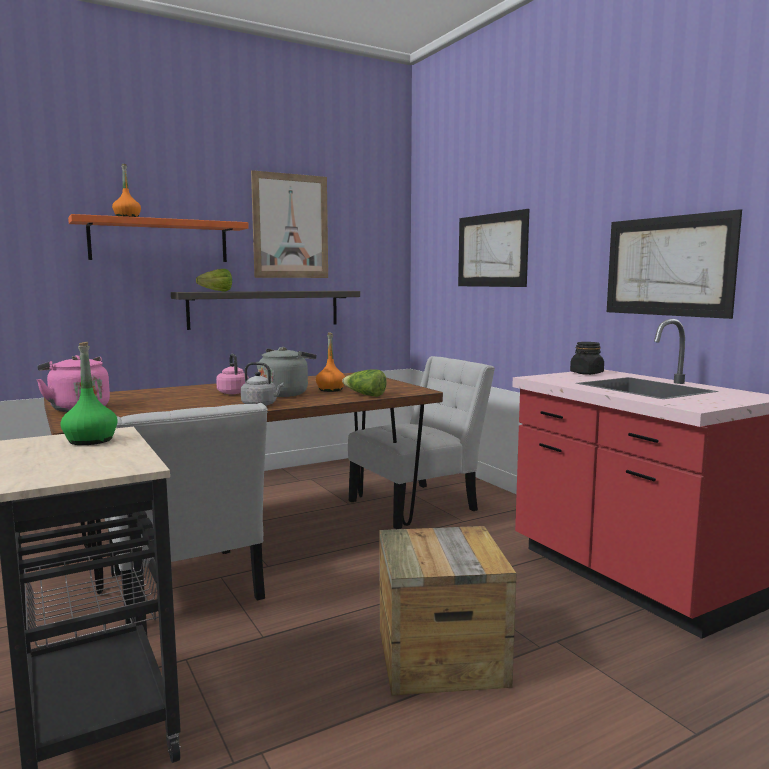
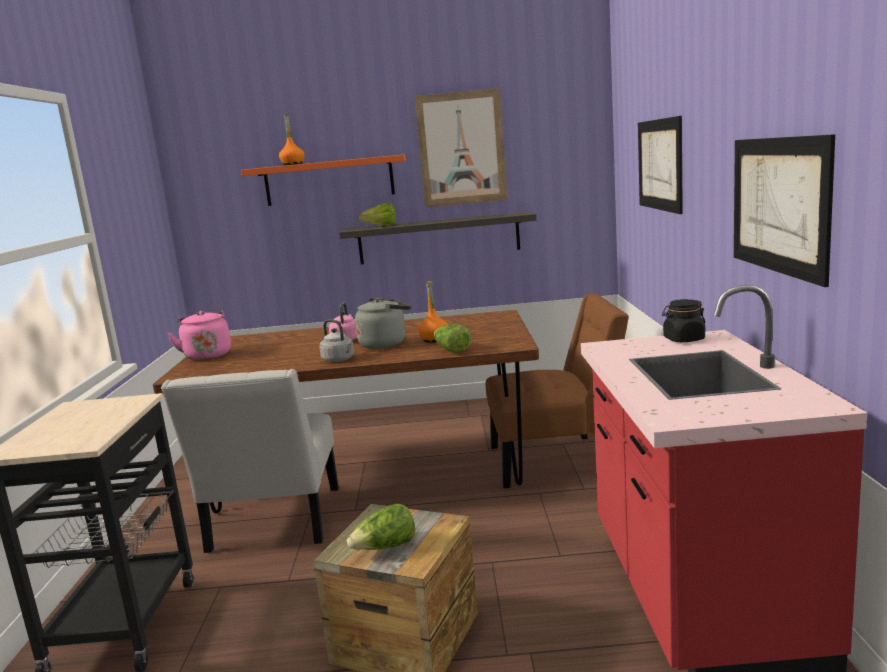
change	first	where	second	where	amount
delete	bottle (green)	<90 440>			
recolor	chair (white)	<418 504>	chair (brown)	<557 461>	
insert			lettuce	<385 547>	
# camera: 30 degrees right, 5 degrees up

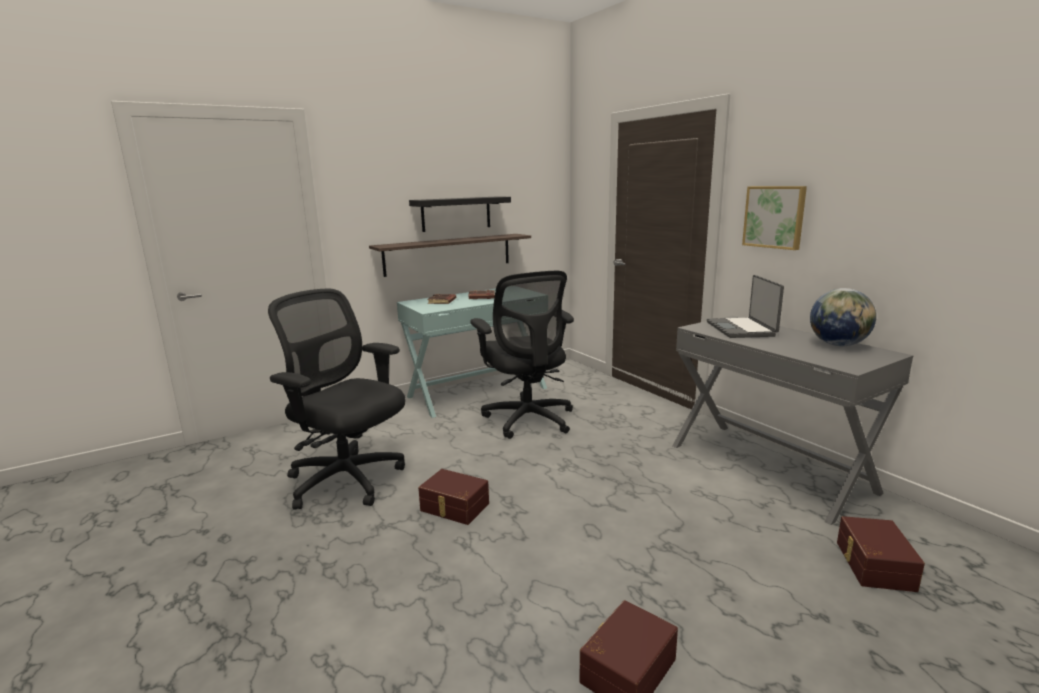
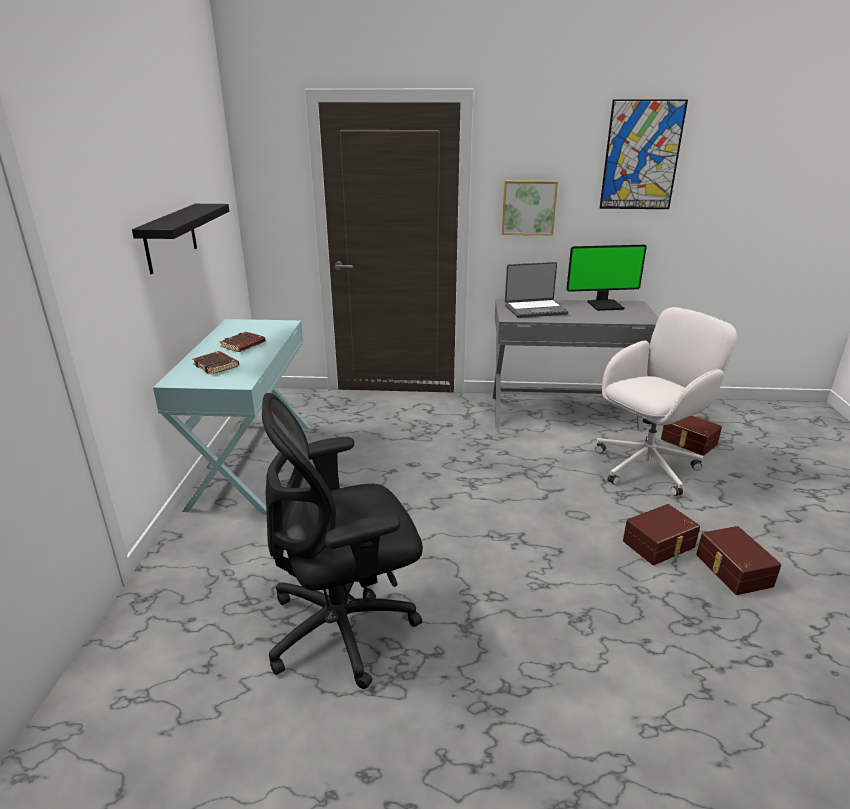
change	first	where	second	where	amount
delete	shelf	<448 254>			
move	storage box (brown)	<454 508>		<660 545>	
delete	office chair (black)	<525 417>			
rotate	laptop	<742 329>		<535 309>	45 degrees counterclockwise
replace	globe	<838 345>	monitor	<605 305>	
insert			office chair (white)	<646 467>	
insert			picture	<641 156>	
# camera: 55 degrees left, 10 degrees up

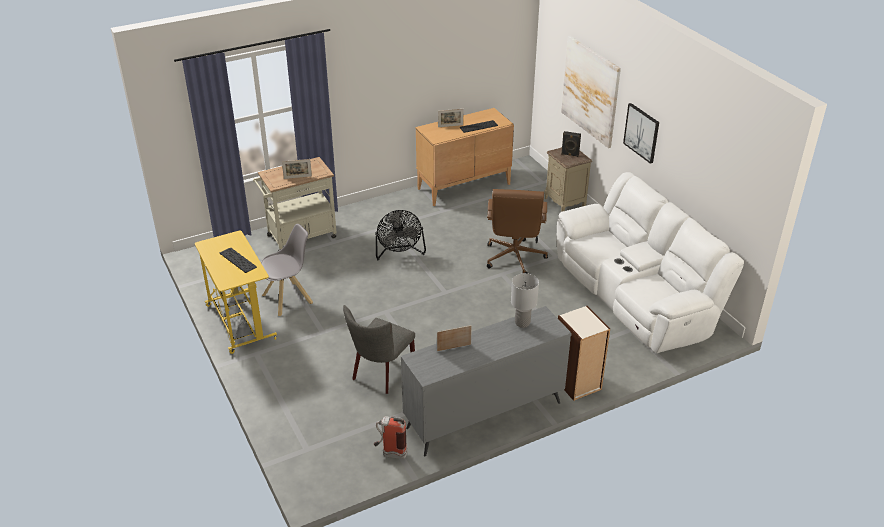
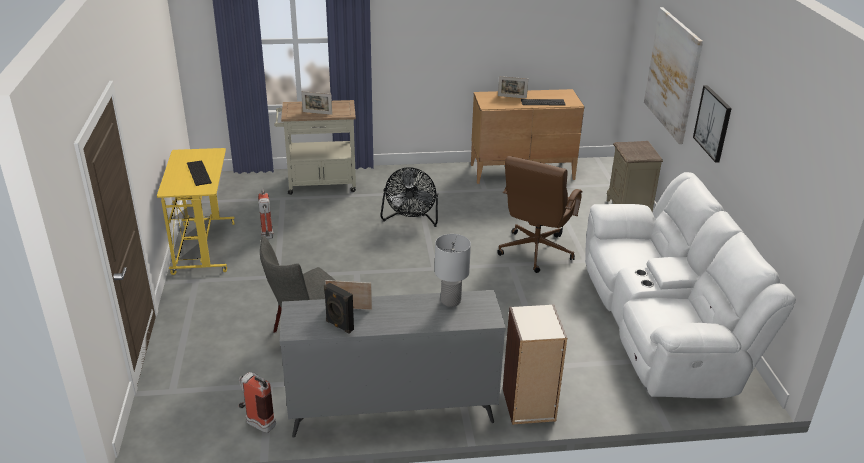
change	first	where	second	where	amount
replace	chair (grey)	<289 298>	fire extinguisher	<267 237>	
move	speaker (black)	<570 155>		<339 326>	
# camera: 20 degrees right, 5 degrees down

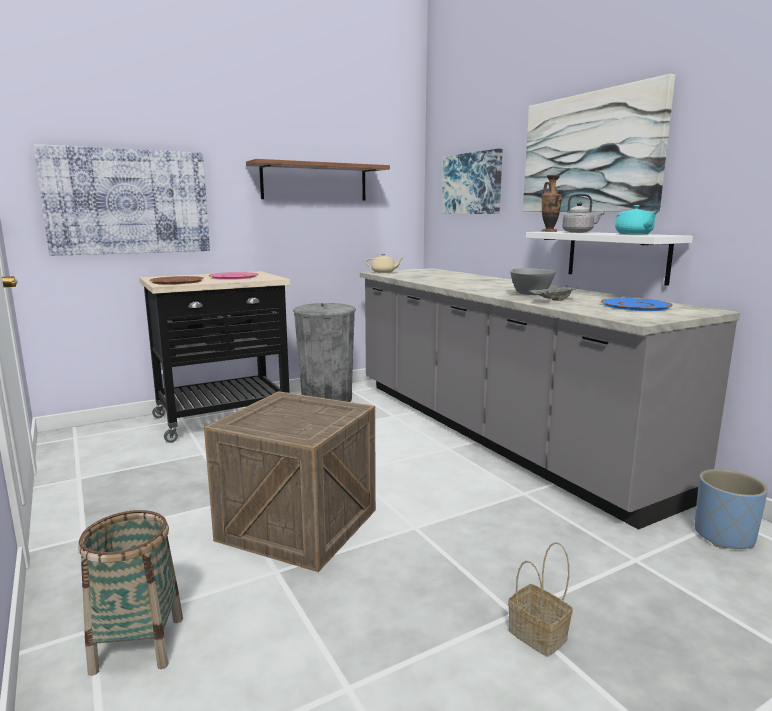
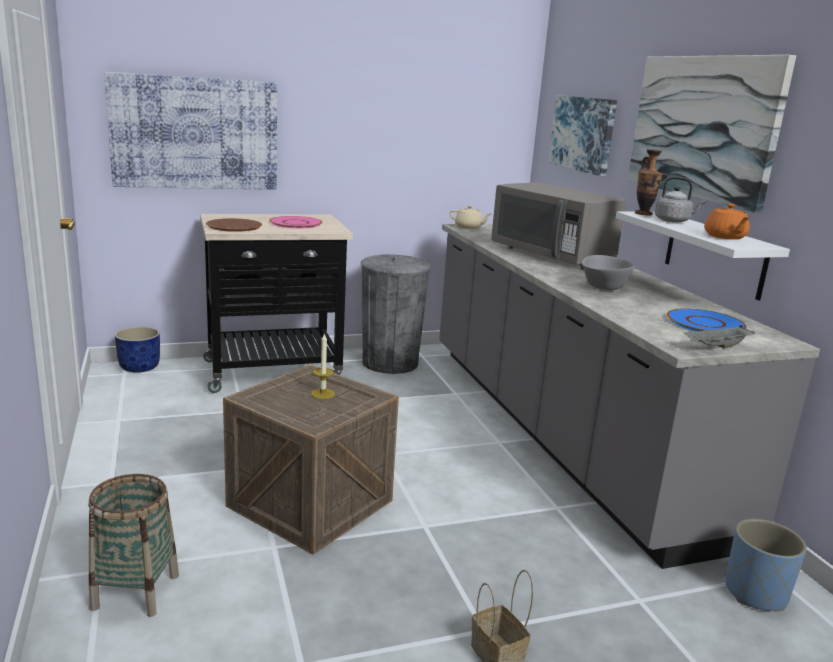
change	first	where	second	where	amount
delete	shelf	<314 182>			
move	tray (grey)	<553 301>		<717 347>	
recolor	teapot (turquoise)	<634 234>	teapot (orange)	<724 237>	
insert			planter (blue)	<140 367>	
insert			candle	<322 393>	
insert			microwave (grey)	<551 256>	
# camera: 10 degrees right, 5 degrees up

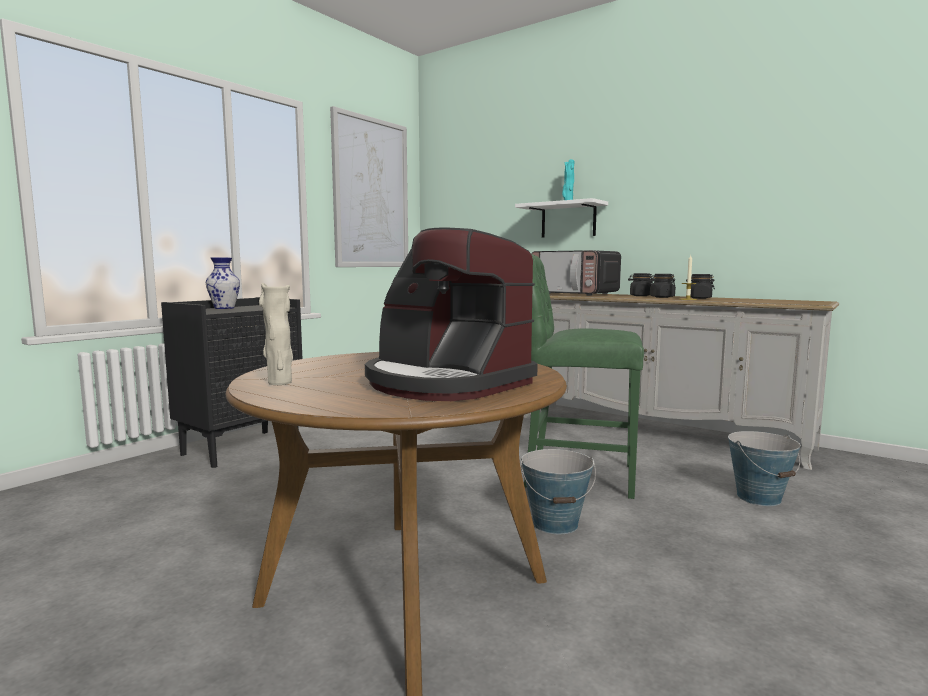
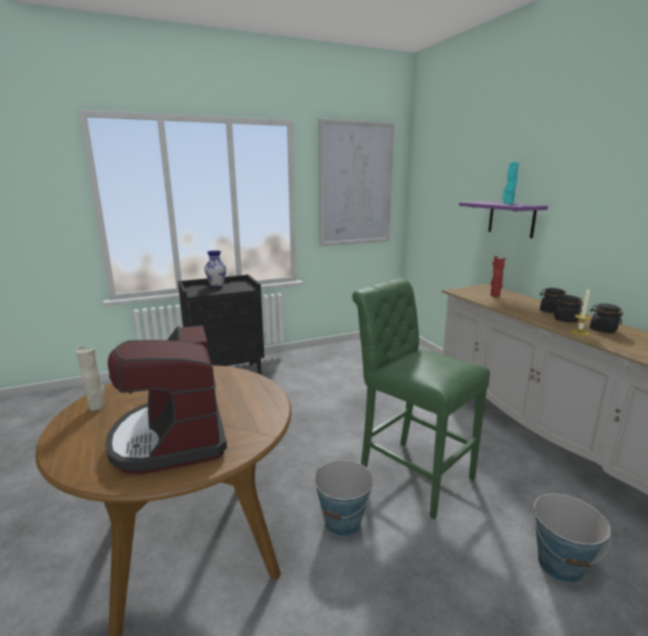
change	first	where	second	where	amount
recolor	shelf (white)	<568 220>	shelf (purple)	<511 219>	
replace	microwave	<575 294>	vase (red)	<495 295>	
# camera: 30 degrees right, 10 degrees up

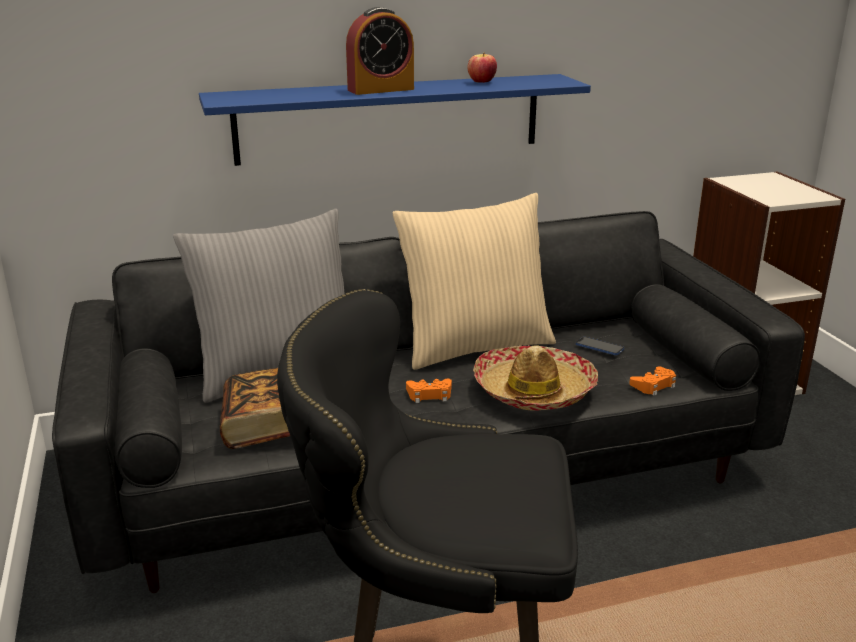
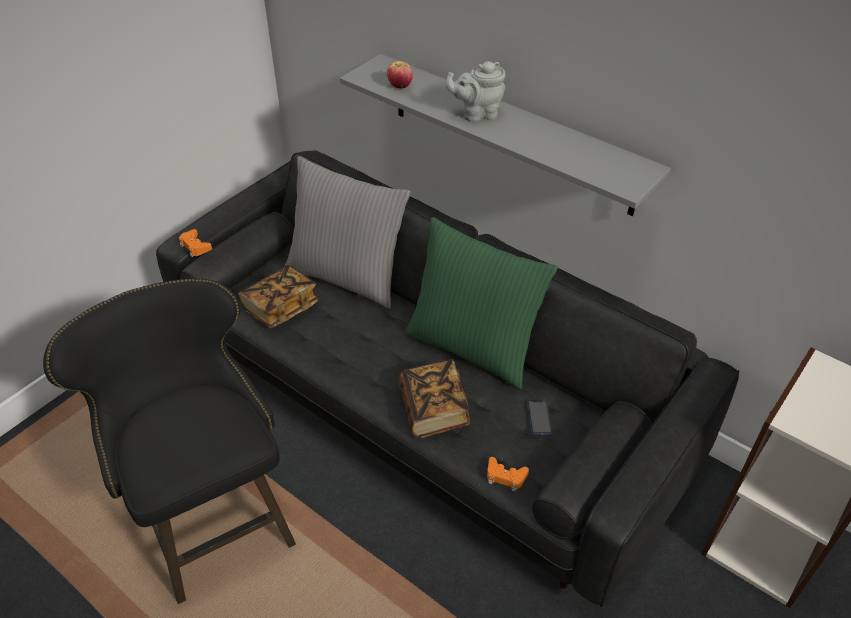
change	first	where	second	where	amount
recolor	shelf (blue)	<390 118>	shelf (grey)	<510 133>	
replace	alarm clock	<380 90>	teapot (grey)	<477 114>	
recolor	pillow (beige)	<475 345>	pillow (green)	<473 346>	
move	game controller (orange)	<429 395>		<195 246>	
move	apple	<481 82>		<400 86>	
replace	hat	<534 390>	book	<433 410>	
# camera: 55 degrees right, 20 degrees up

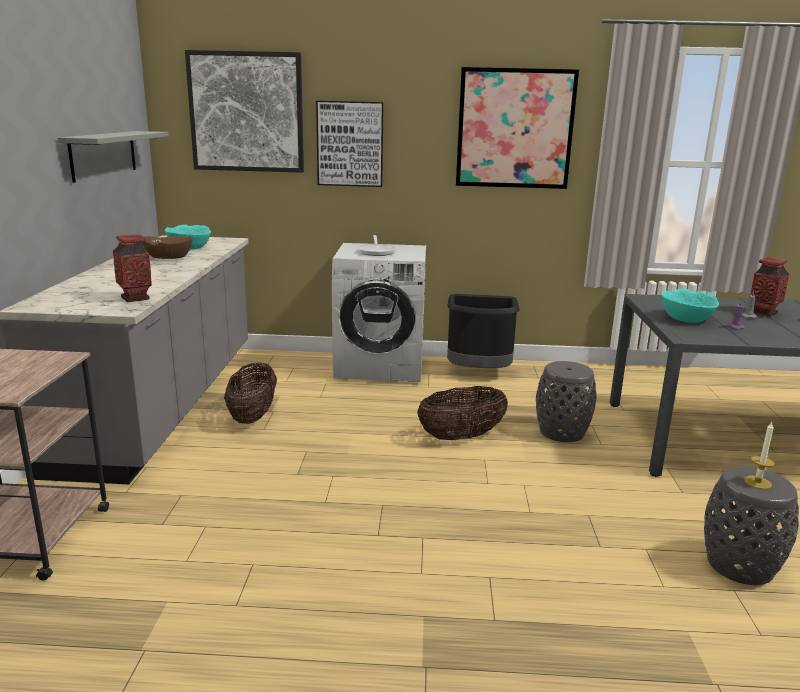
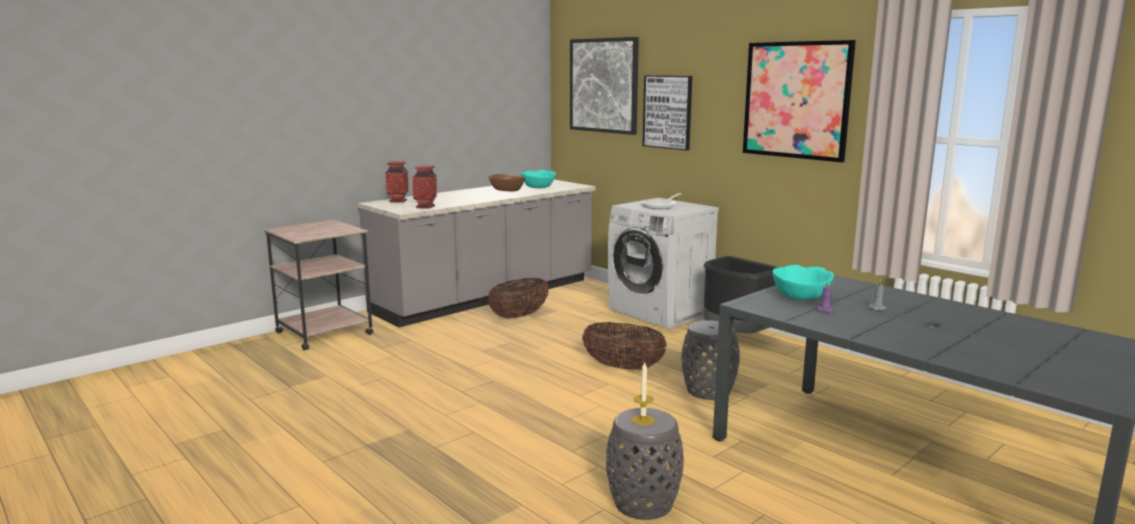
change	first	where	second	where	amount
delete	shelf (grey)	<104 154>			
move	vase	<763 313>		<398 201>	
# camera: 45 degrees right, 5 degrees down

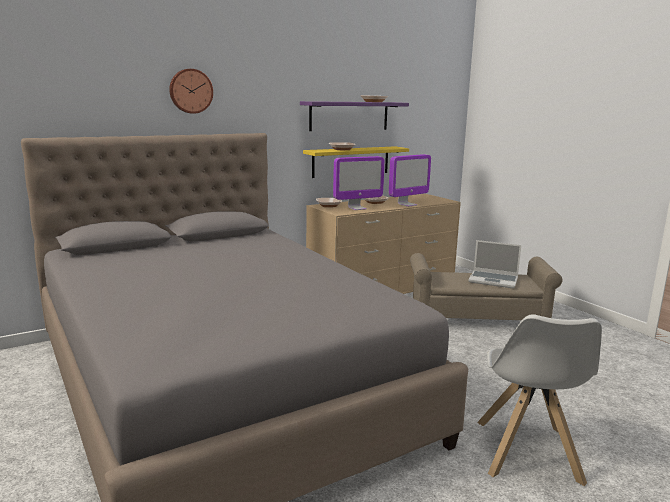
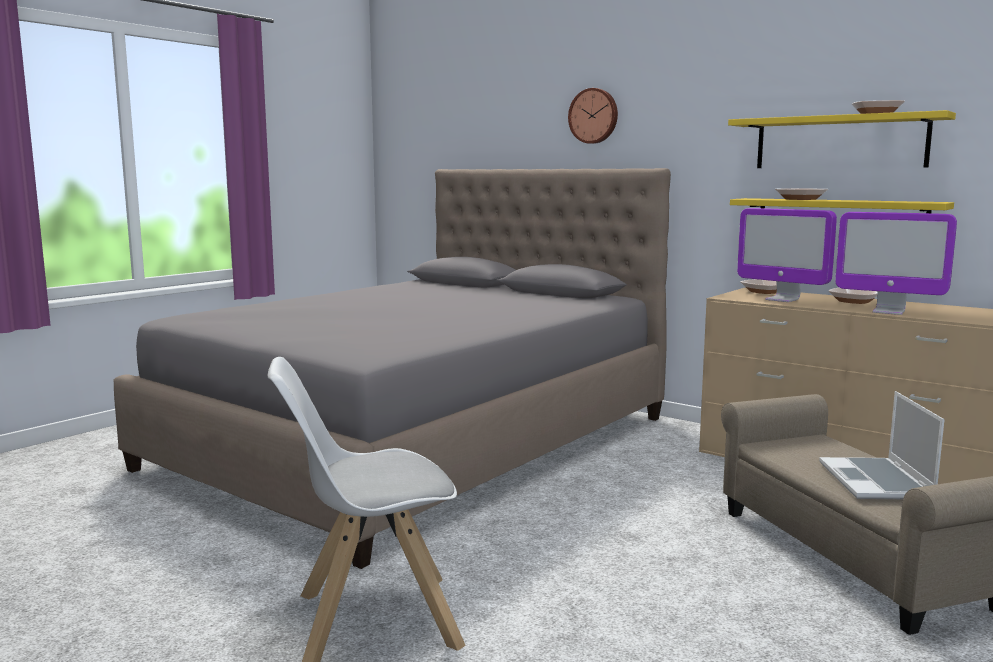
change	first	where	second	where	amount
recolor	shelf (purple)	<349 116>	shelf (yellow)	<839 142>	
# camera: 70 degrees right, 5 degrees down

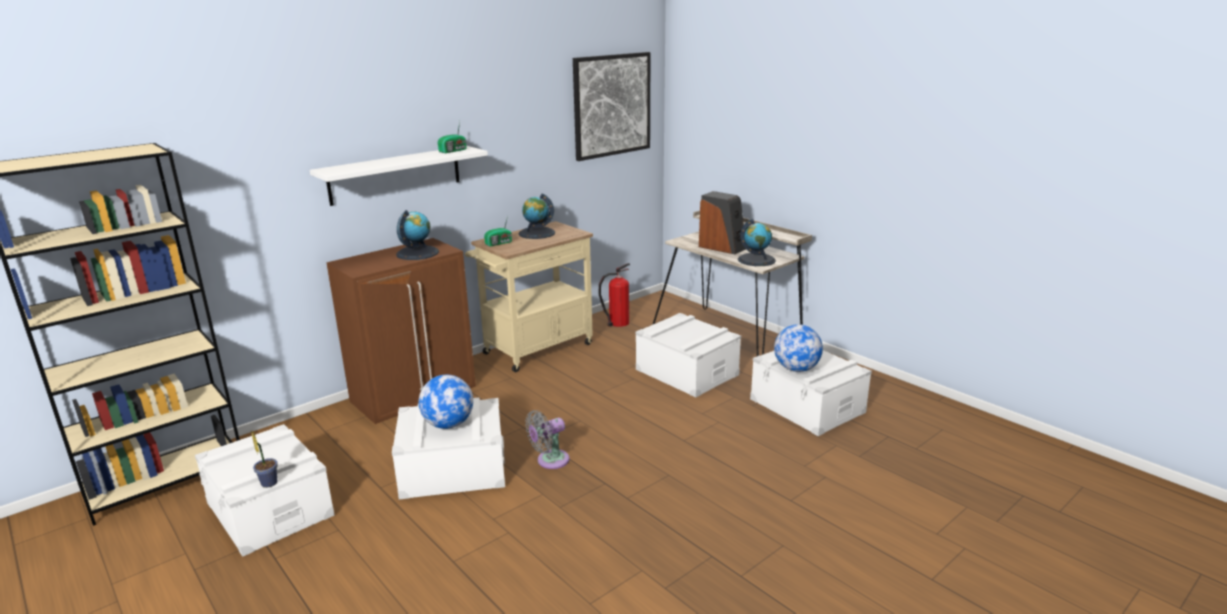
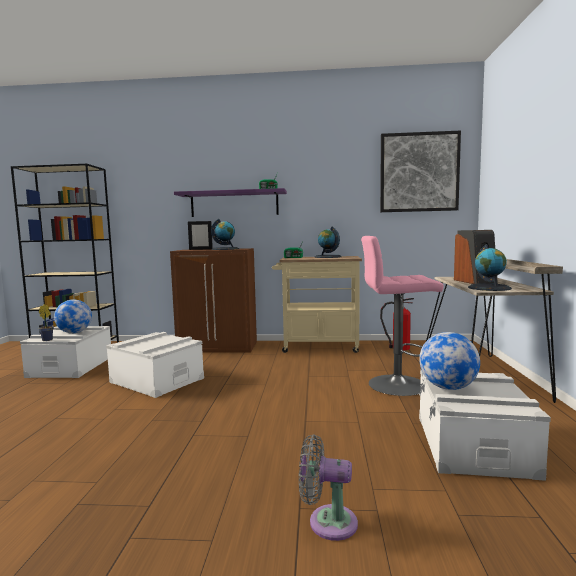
change	first	where	second	where	amount
recolor	shelf (white)	<395 175>	shelf (purple)	<234 204>	
move	globe	<448 424>		<74 332>	
move	fan (grey)	<549 461>		<327 522>	
replace	storage box (white)	<686 372>	stool (pink)	<396 385>	
insert			picture frame	<201 249>	
# camera: 45 degrees right, 15 degrees down

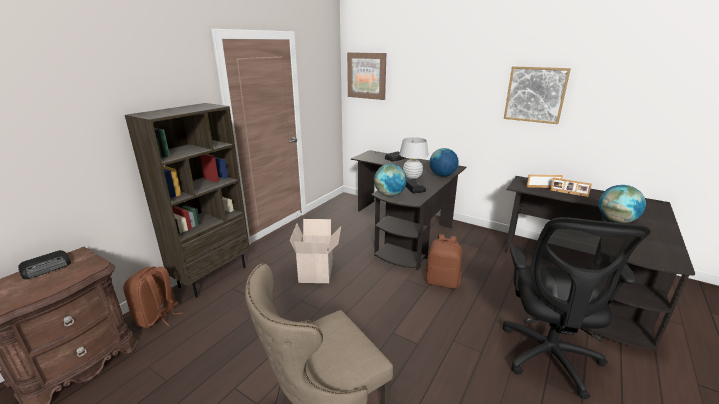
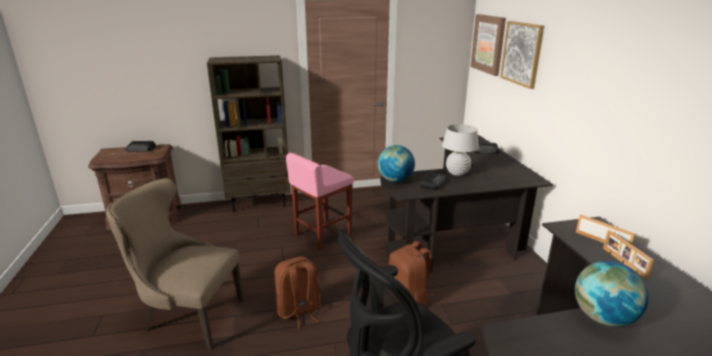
change	first	where	second	where	amount
move	backpack (brown)	<158 316>		<299 311>	
replace	cardboard box	<317 273>	stool (pink)	<322 234>	
delete	globe	<442 175>			
move	picture	<535 94>		<522 53>	
# camera: 45 degrees right, 0 degrees up

